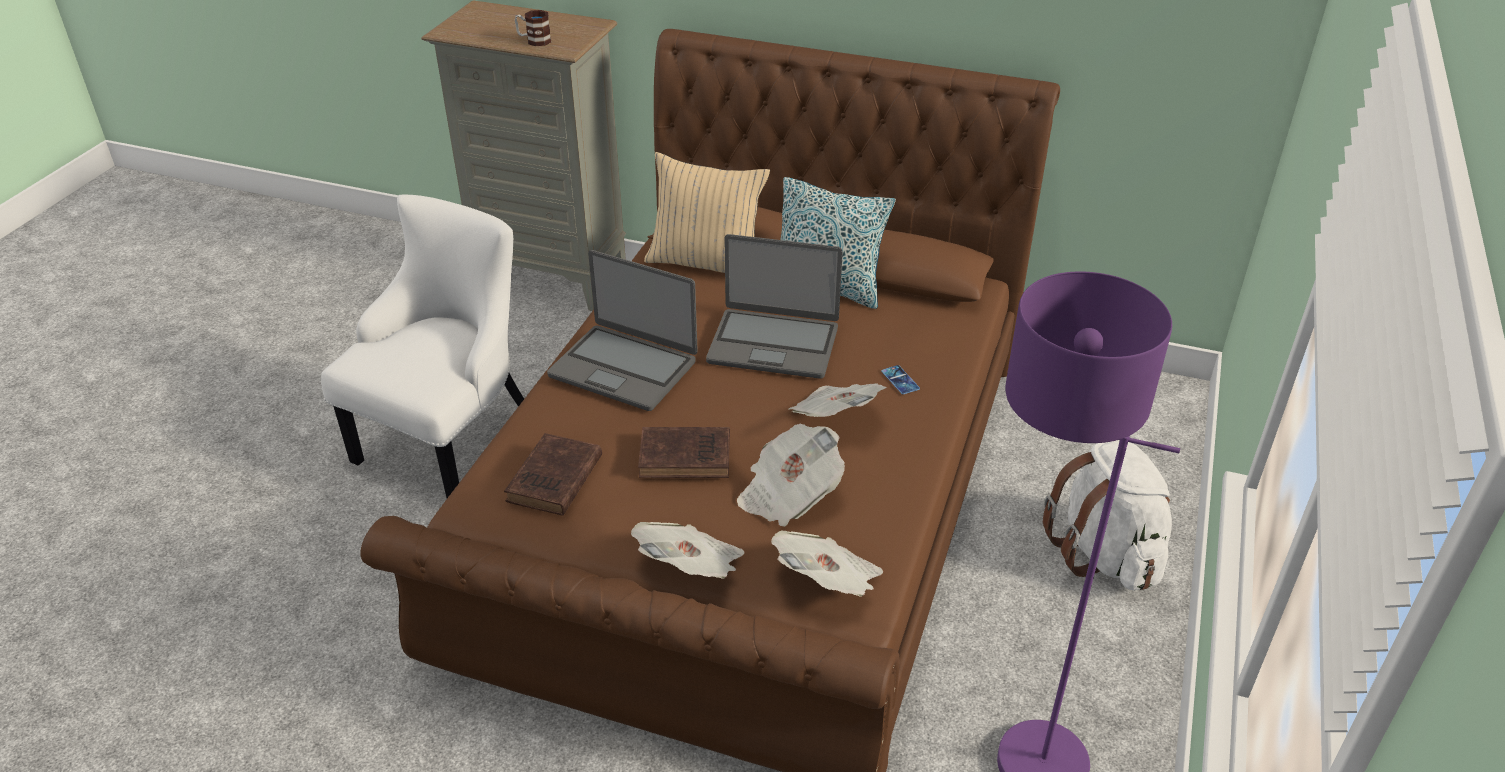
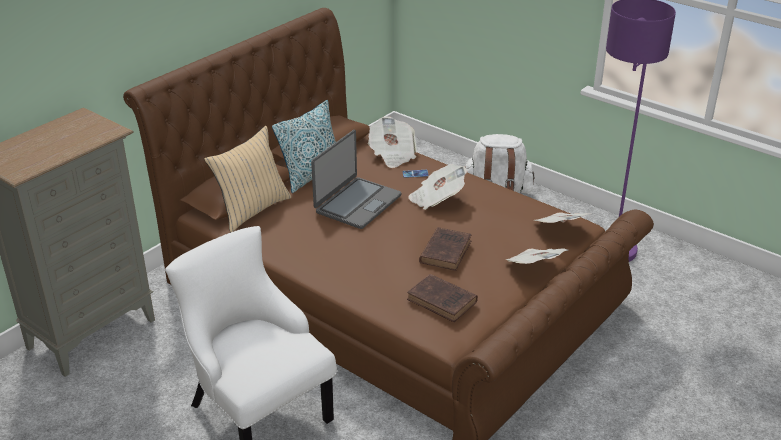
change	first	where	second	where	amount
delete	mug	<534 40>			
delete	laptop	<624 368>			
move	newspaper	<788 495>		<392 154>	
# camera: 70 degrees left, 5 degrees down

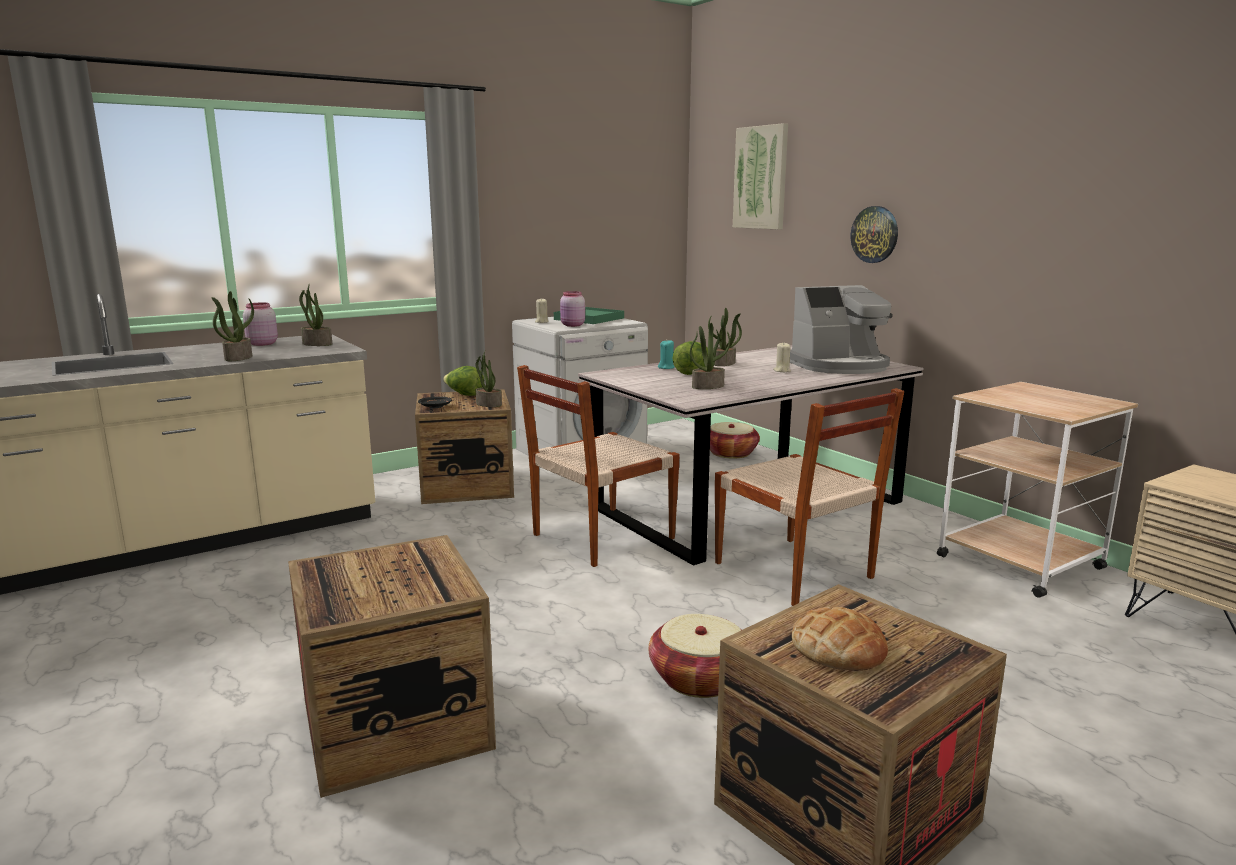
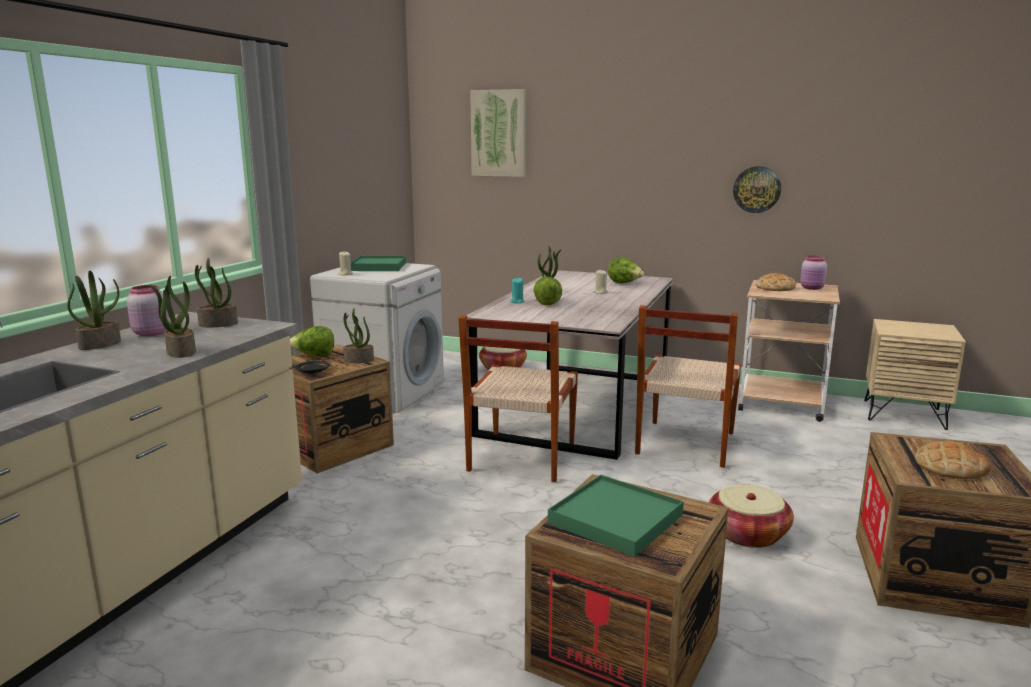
change	first	where	second	where	amount
move	jar (pink)	<572 325>		<812 288>	
move	potted plant	<708 386>		<100 344>	
rotate	chair	<795 573>		<684 445>	90 degrees clockwise
replace	coffee machine	<840 366>	lettuce	<624 283>	
move	wall clock	<875 234>		<757 189>	
insert			tray (green)	<616 519>	
insert			bread	<775 288>	
# camera: 35 degrees left, 0 degrees up

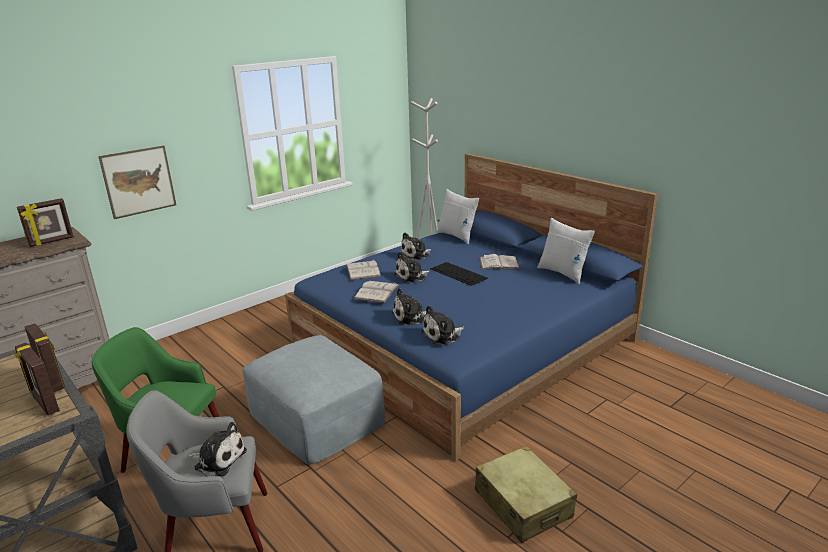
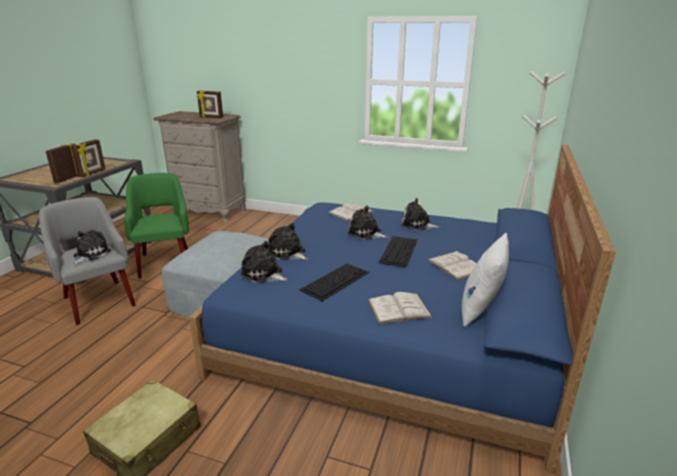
change	first	where	second	where	amount
delete	picture	<139 181>			
rotate	plush toy	<218 459>		<90 254>	150 degrees counterclockwise
move	book (white)	<376 291>		<399 309>	
delete	pillow (grey)	<456 236>			
insert			keyboard	<335 280>	
# camera: 60 degrees right, 0 degrees up

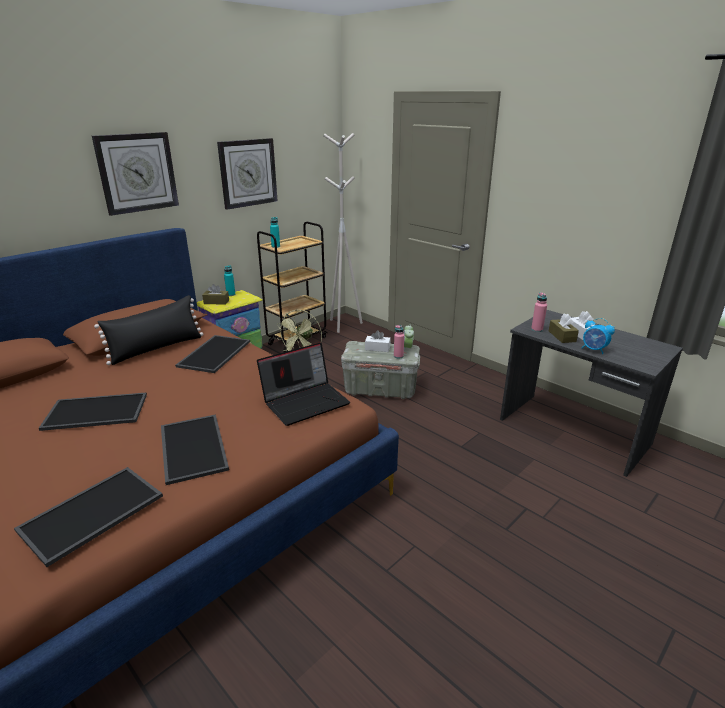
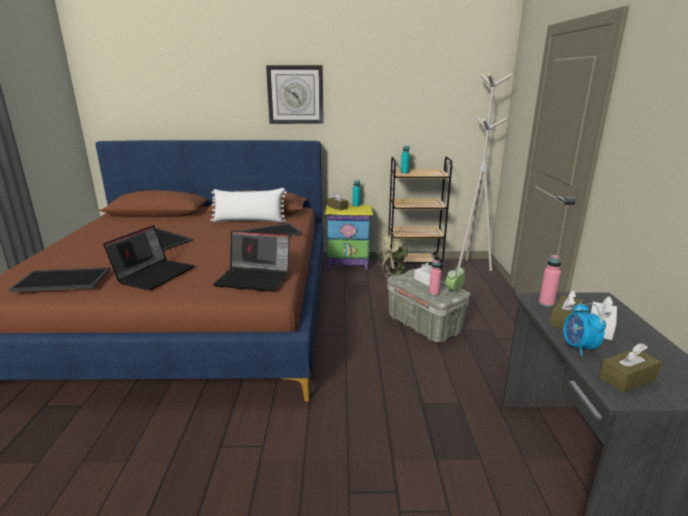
change	first	where	second	where	amount
recolor	pillow (black)	<157 348>	pillow (white)	<249 221>	
replace	tray	<191 447>	laptop	<155 274>	
delete	wall clock	<248 173>			
insert			tissue box (brown)	<627 378>	
# camera: 45 degrees right, 5 degrees down

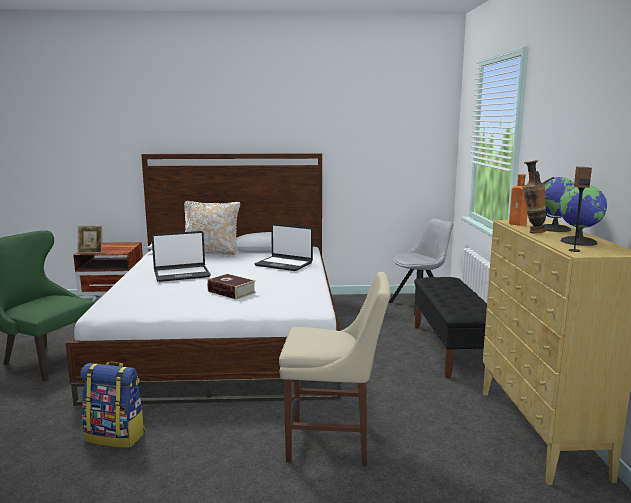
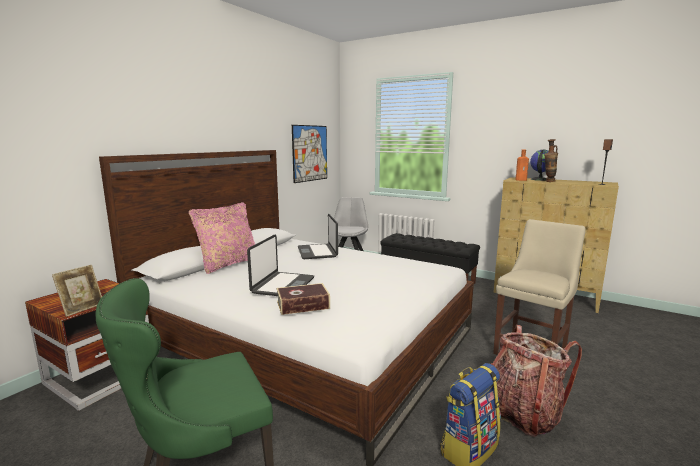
change	first	where	second	where	amount
recolor	pillow (white)	<212 254>	pillow (pink)	<229 265>	
move	book	<231 292>		<303 305>	
rotate	laptop	<284 264>		<317 252>	105 degrees clockwise
delete	globe	<579 242>			
insert			picture	<310 153>	
insert			backpack	<521 413>	
# camera: 55 degrees left, 0 degrees up

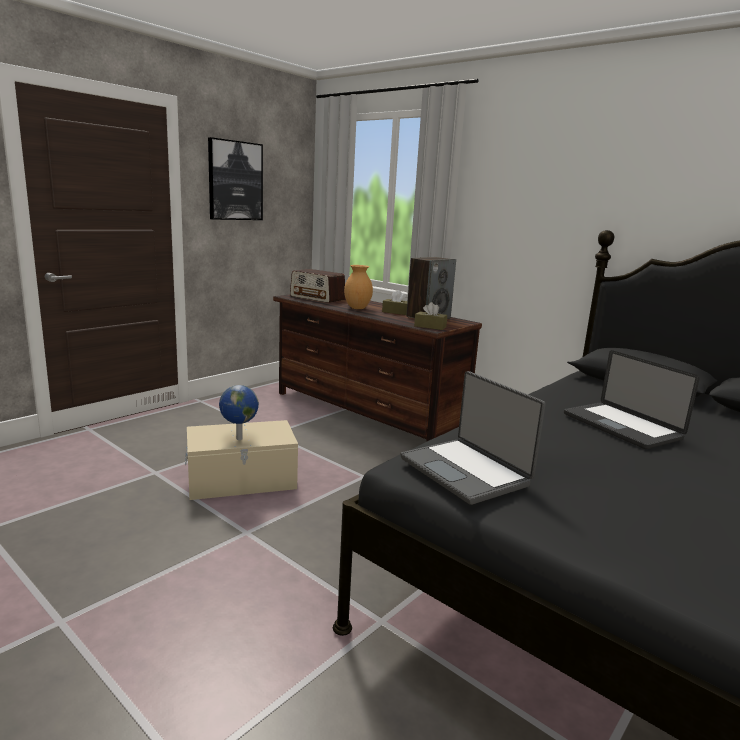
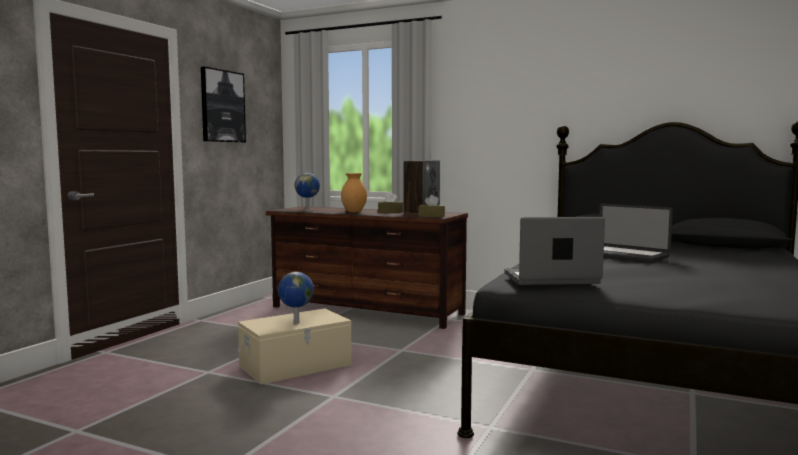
change	first	where	second	where	amount
replace	radio	<317 298>	globe	<308 209>	
rotate	laptop	<466 471>		<551 279>	135 degrees clockwise
# camera: 15 degrees left, 10 degrees down

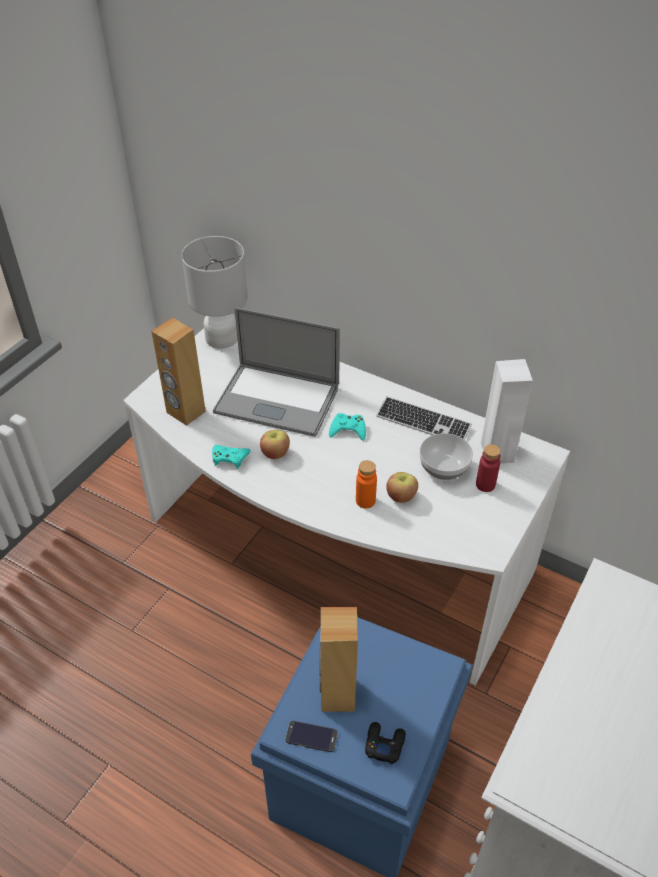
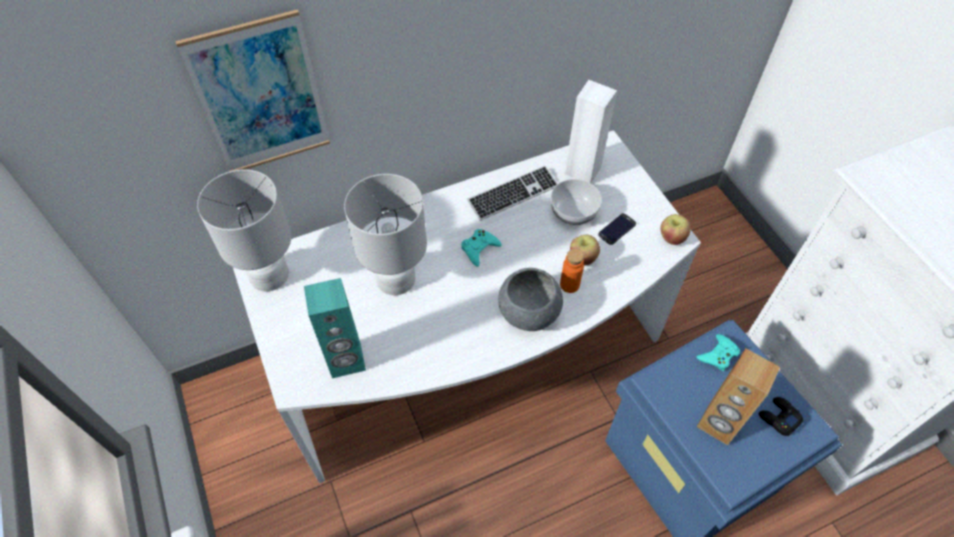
change	first	where	second	where	amount
recolor	speaker (brown)	<185 412>	speaker (turquoise)	<346 361>	
move	game controller (turquoise)	<229 458>		<718 355>	
replace	laptop	<277 400>	table lamp (grey)	<396 278>	
move	apple	<275 453>		<671 237>	
move	phone	<311 736>		<617 229>	
delete	bottle (red)	<485 485>			
insert			picture	<261 96>	
insert			bowl (grey)	<528 312>	
# camera: 55 degrees left, 10 degrees up

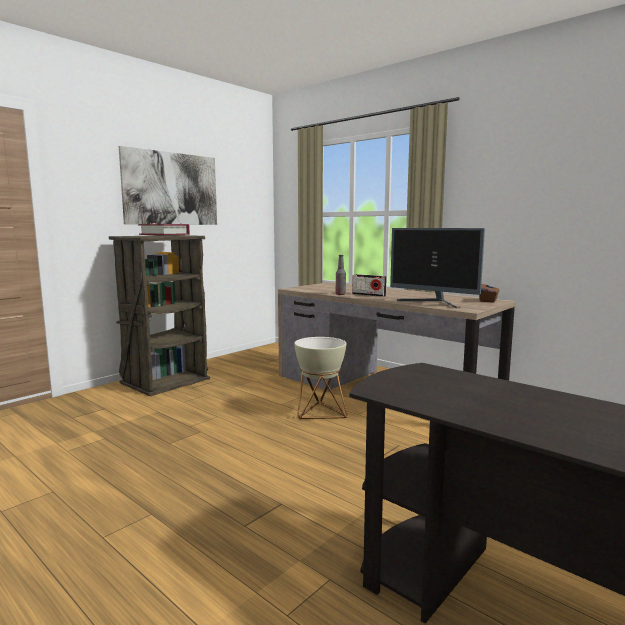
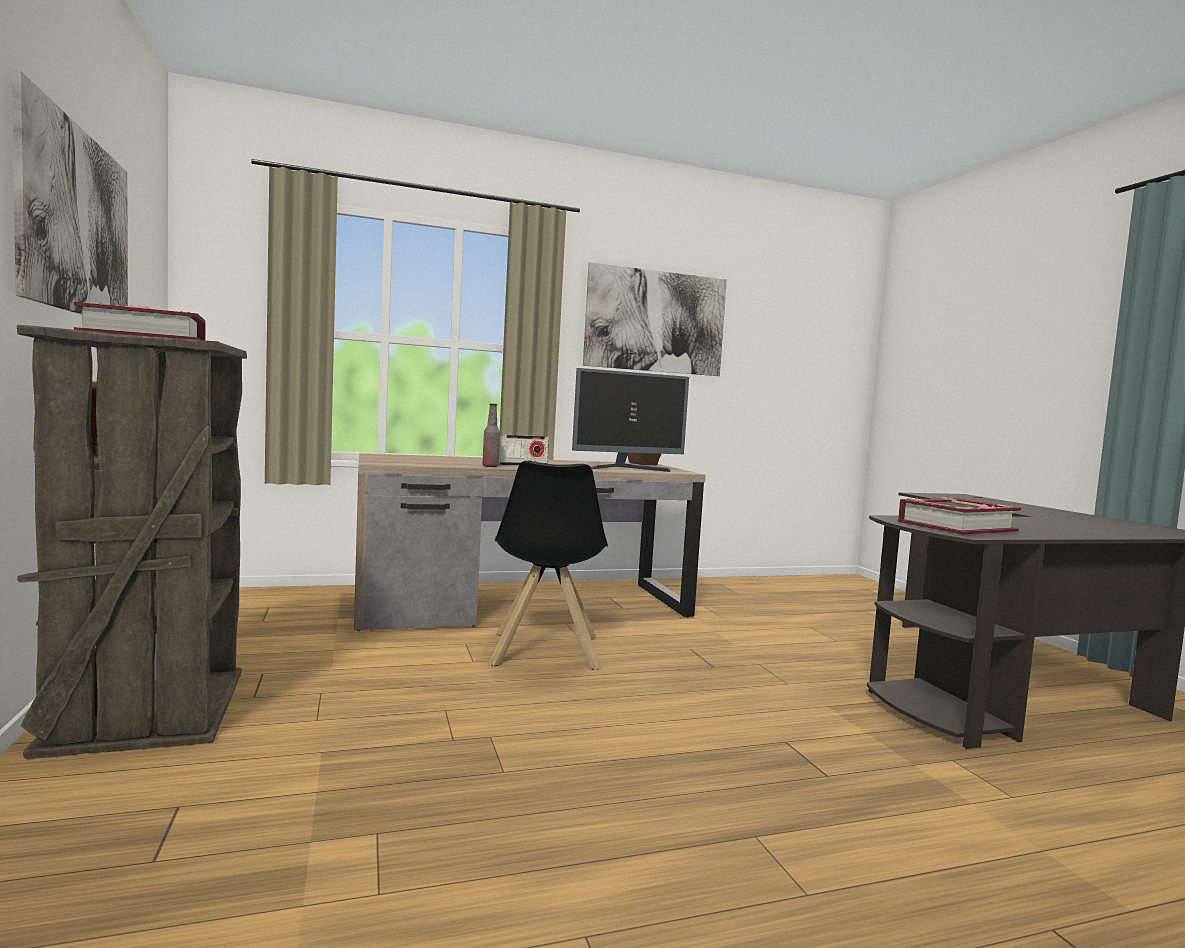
change	first	where	second	where	amount
replace	planter	<320 413>	chair (black)	<545 652>	
insert			picture	<655 321>	
insert			book	<956 527>	
# camera: 60 degrees left, 5 degrees down

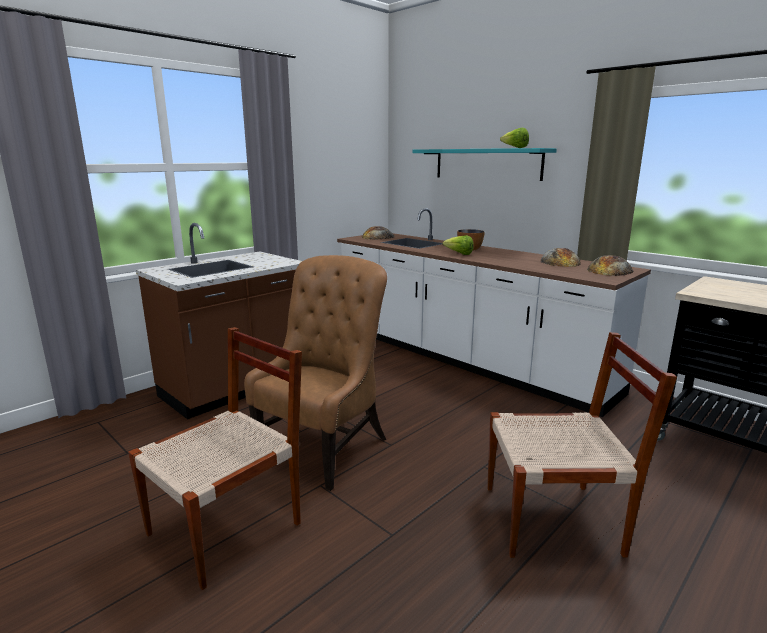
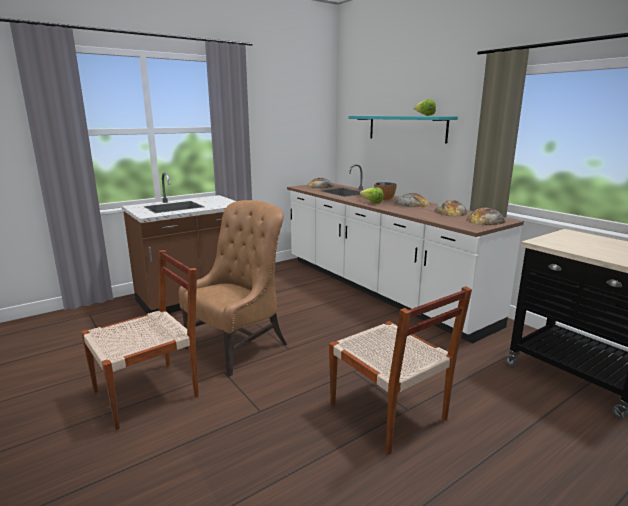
change	first	where	second	where	amount
rotate	chair	<555 520>		<389 415>	45 degrees clockwise
insert			bread	<411 204>	
# camera: 10 degrees right, 0 degrees up

